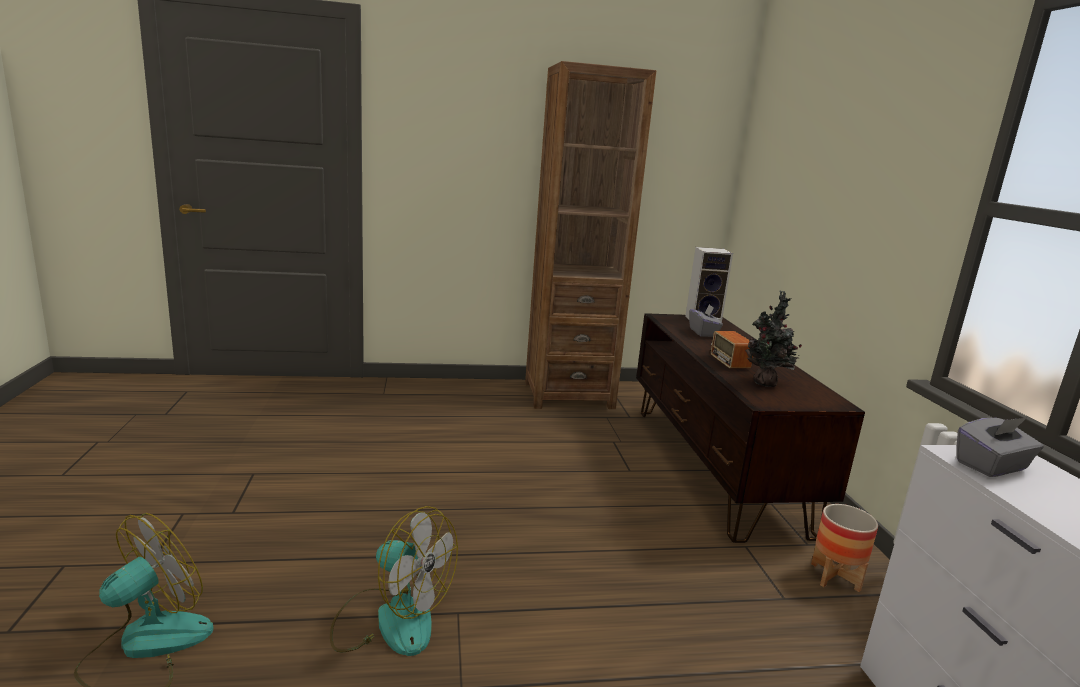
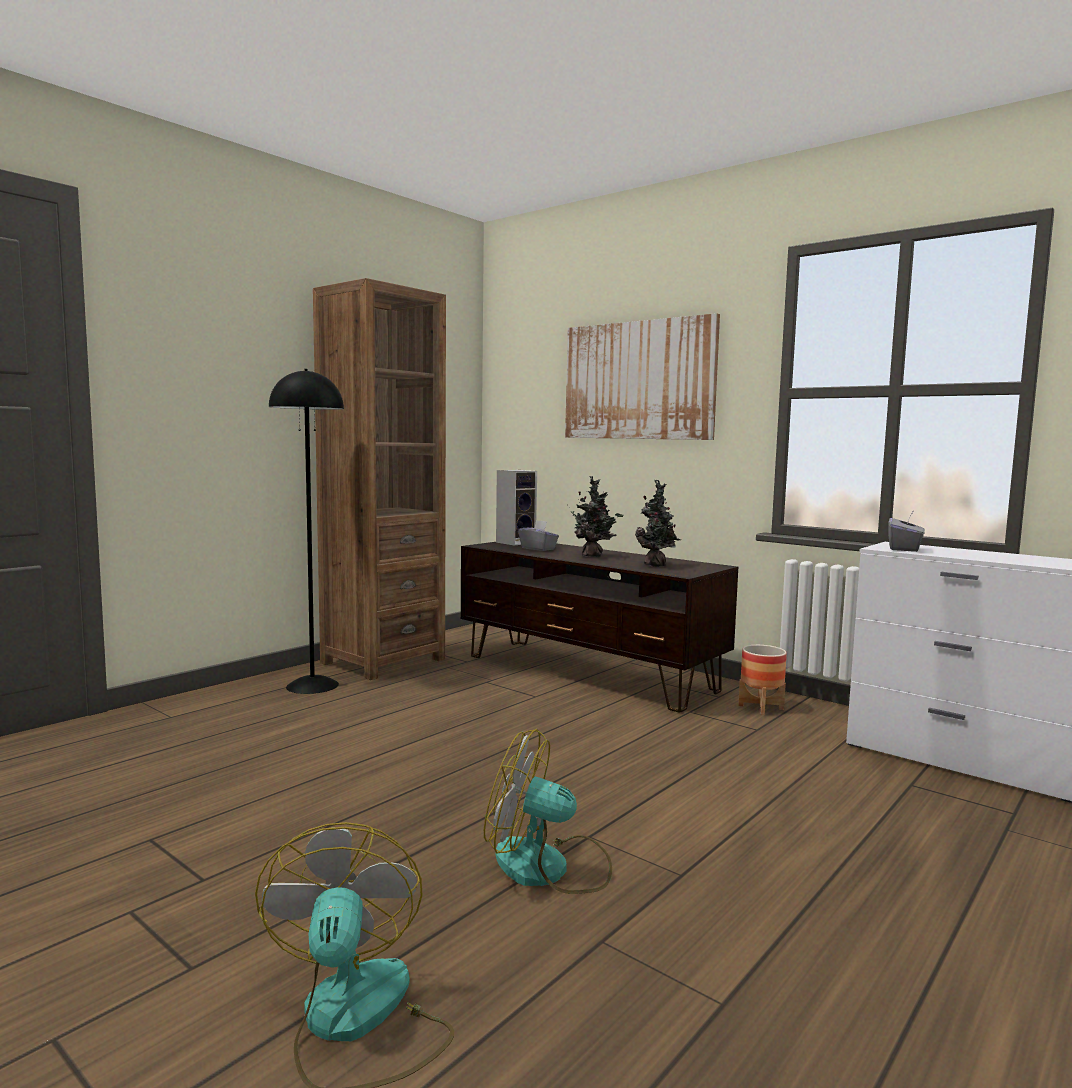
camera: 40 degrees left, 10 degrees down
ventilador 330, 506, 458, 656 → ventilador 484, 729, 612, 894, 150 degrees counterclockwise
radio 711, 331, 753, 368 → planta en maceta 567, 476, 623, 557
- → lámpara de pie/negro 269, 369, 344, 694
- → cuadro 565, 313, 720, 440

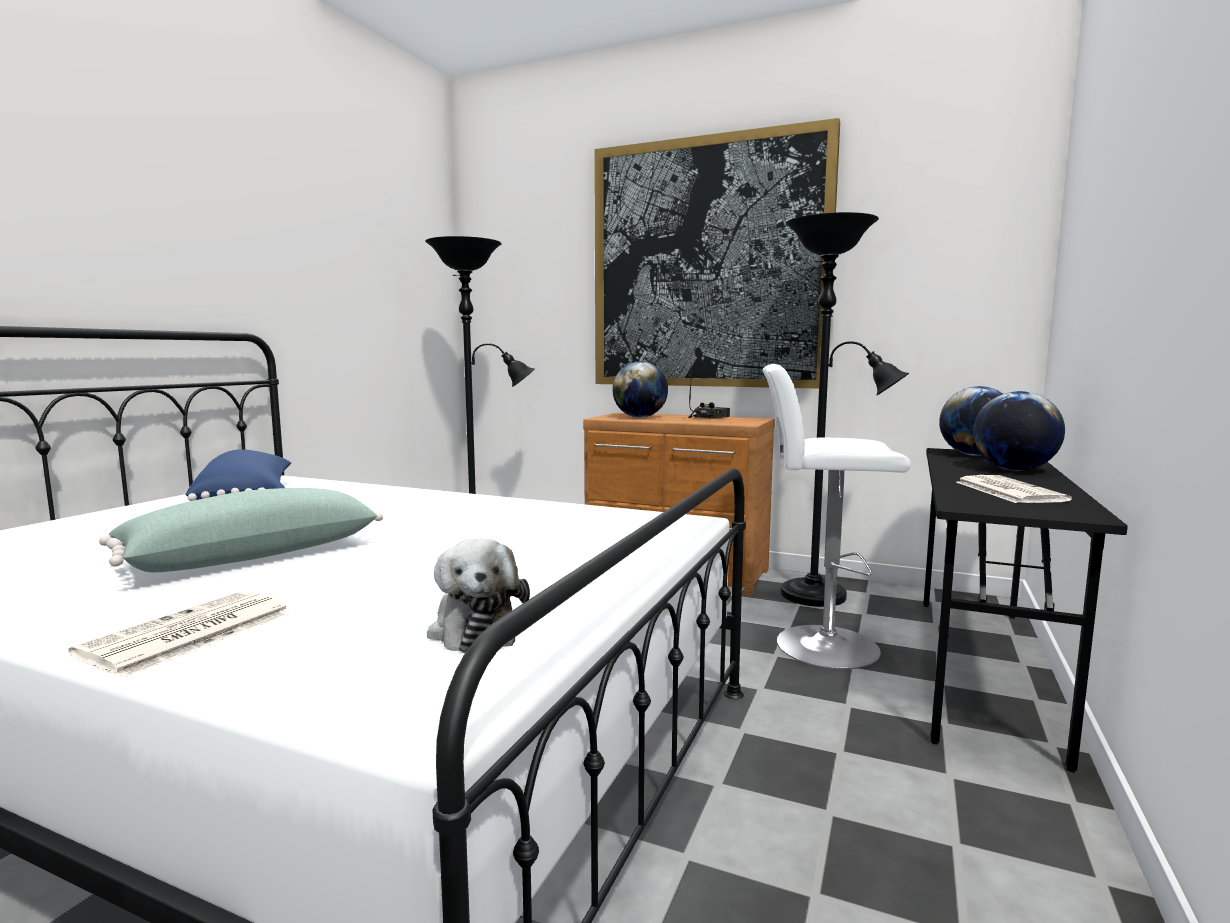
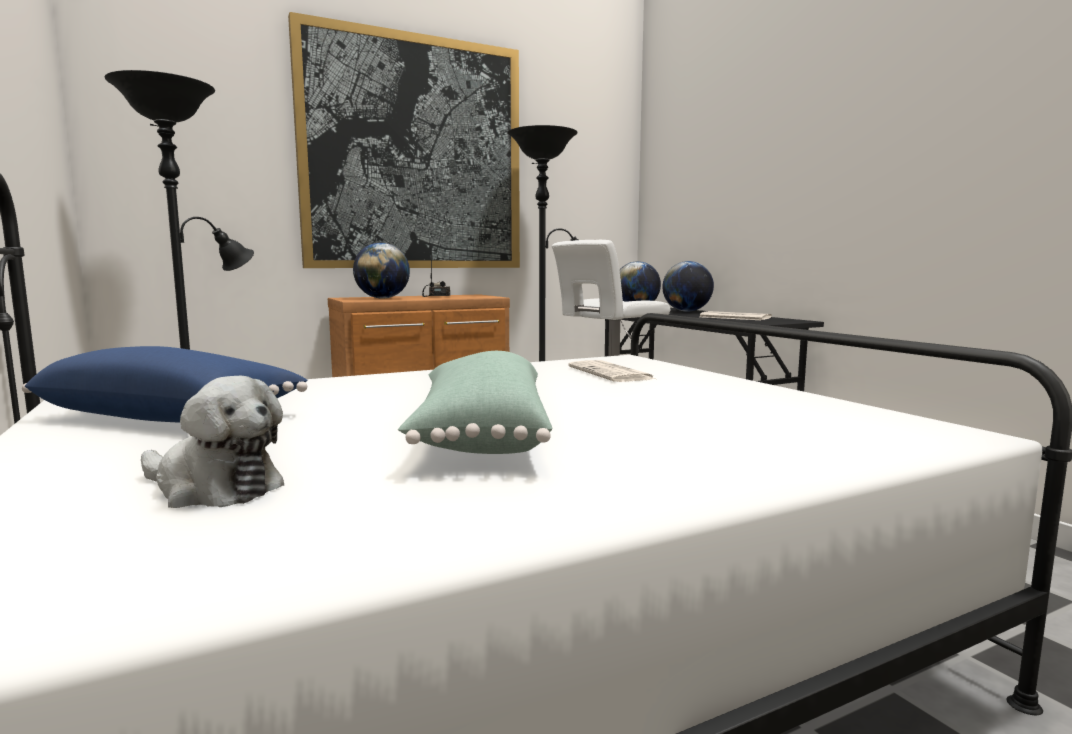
camera: 50 degrees left, 0 degrees up
periódico 68, 591, 291, 678 → periódico 568, 360, 655, 382, moved
peluche 427, 538, 530, 653 → peluche 141, 376, 284, 508, moved

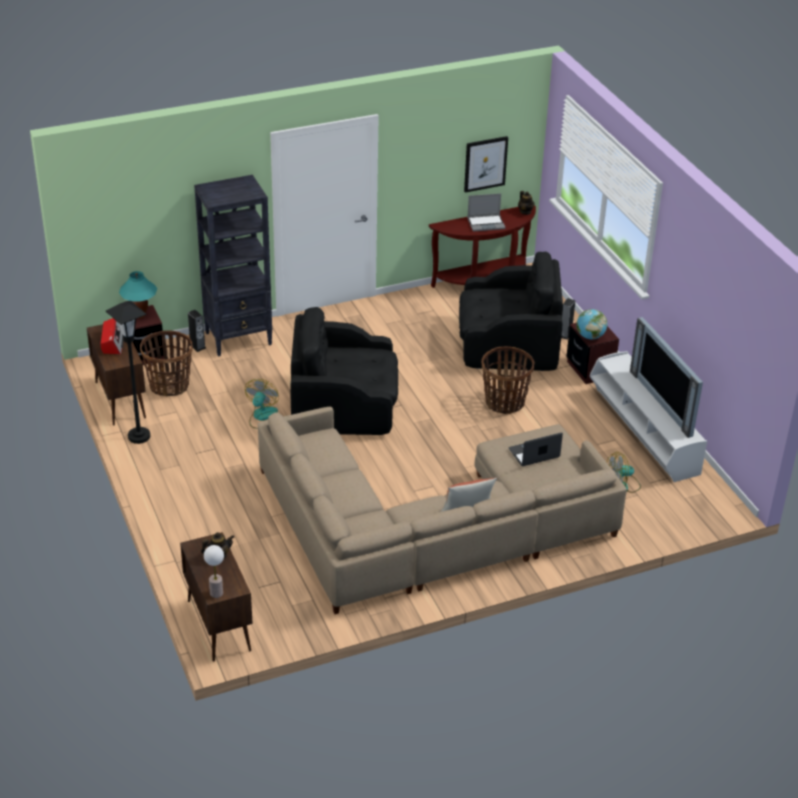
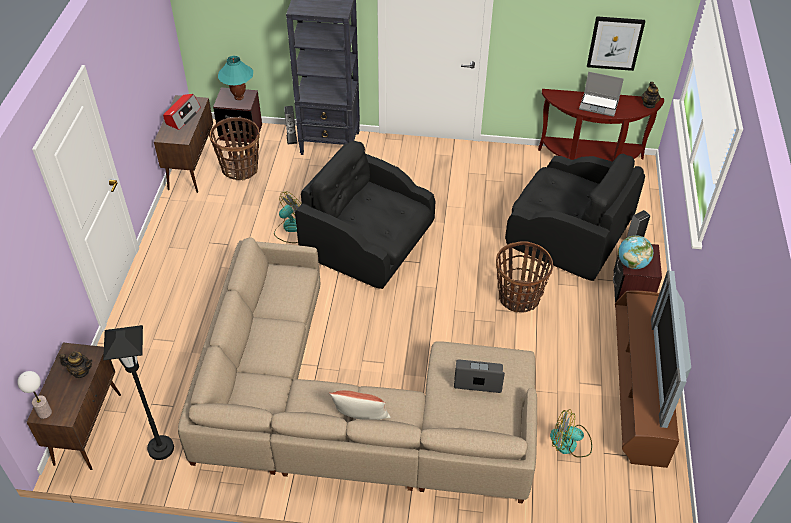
camera: 30 degrees right, 10 degrees up
lámpara de pie/negro 106, 301, 150, 444 → lámpara de pie/negro 103, 325, 174, 460, moved
mueble de televisión/blanco 590, 351, 707, 482 → mueble de televisión/marrón 615, 291, 679, 468

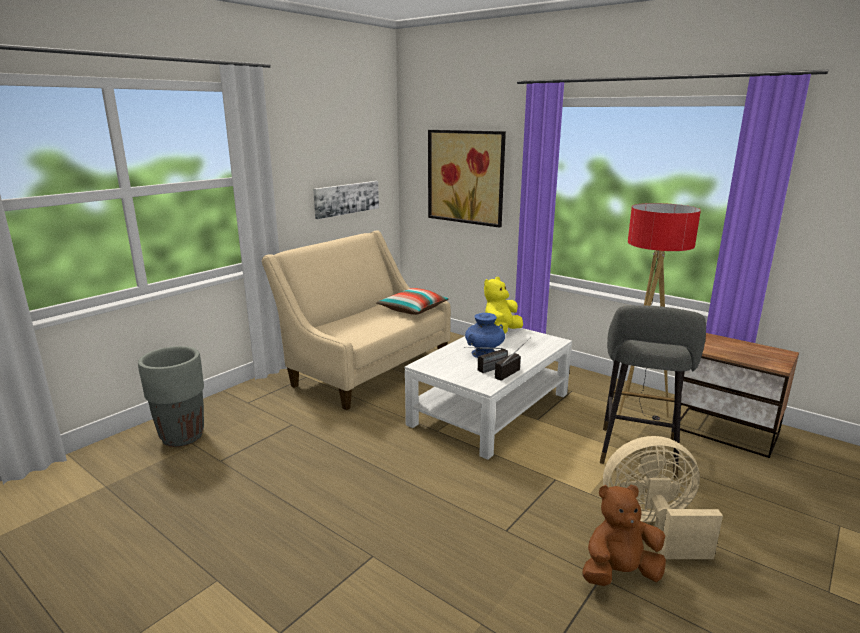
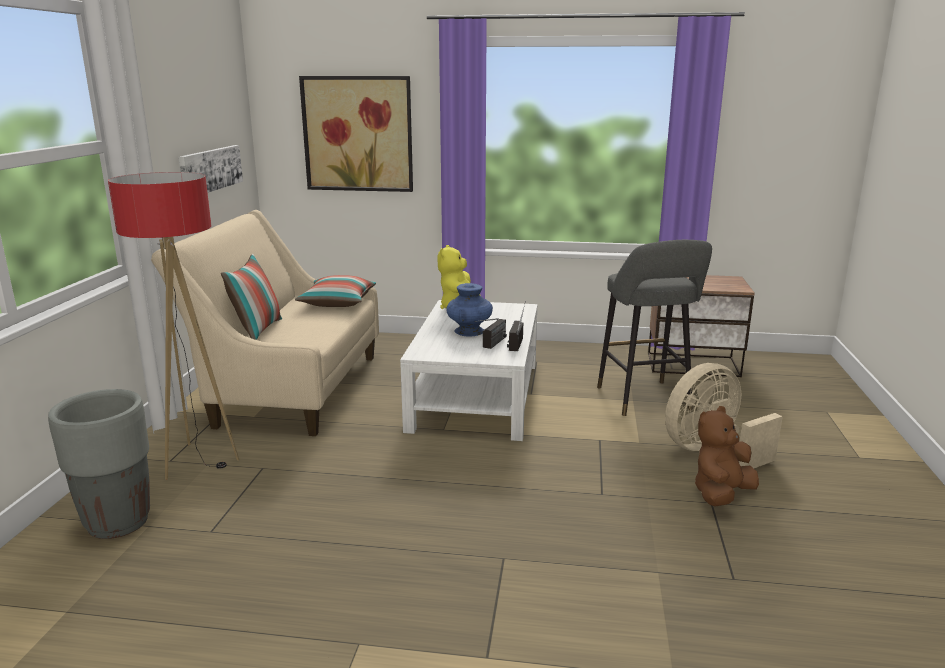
camera: 30 degrees left, 0 degrees up
lámpara de pie 618, 203, 701, 420 → lámpara de pie 108, 172, 239, 480, moved
- → cojín 221, 254, 282, 340

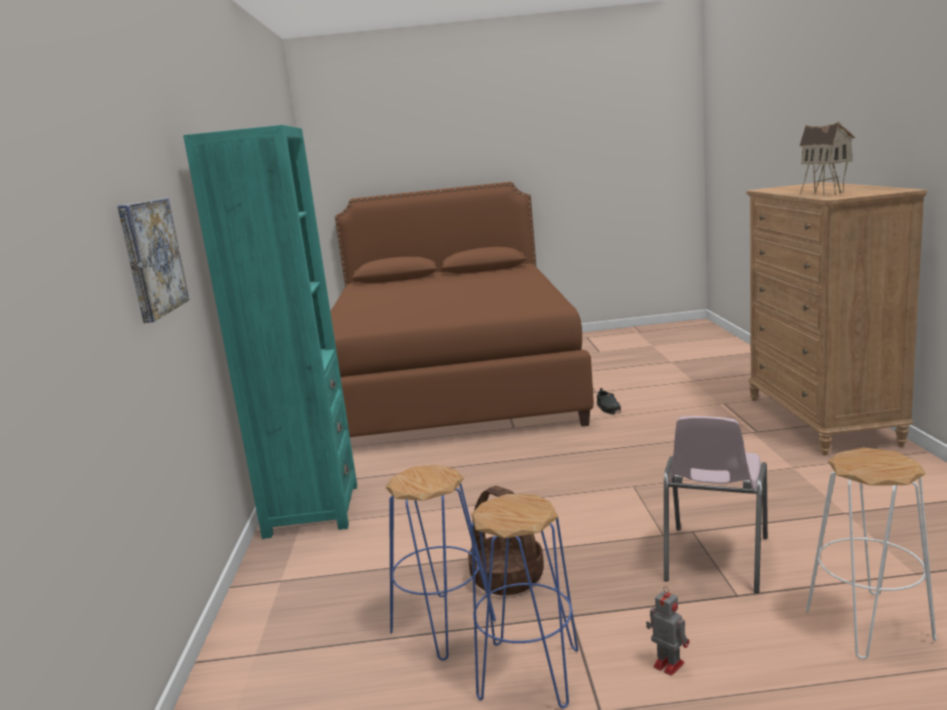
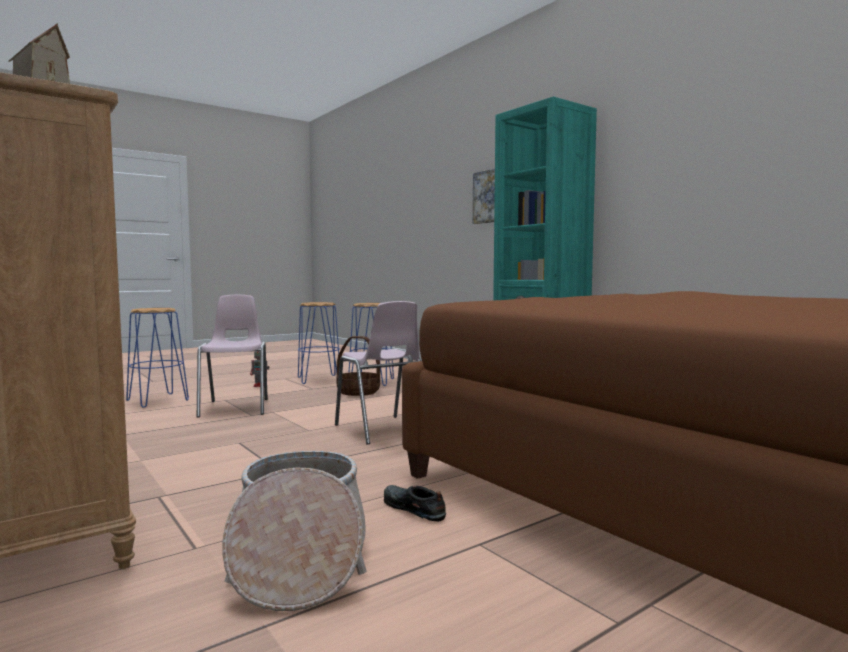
camera: 145 degrees right, 10 degrees down
taburete/blanco 806, 448, 936, 659 → taburete/azul 126, 308, 189, 408
- → cesta 222, 451, 367, 611
- → silla/rosa 335, 301, 421, 445

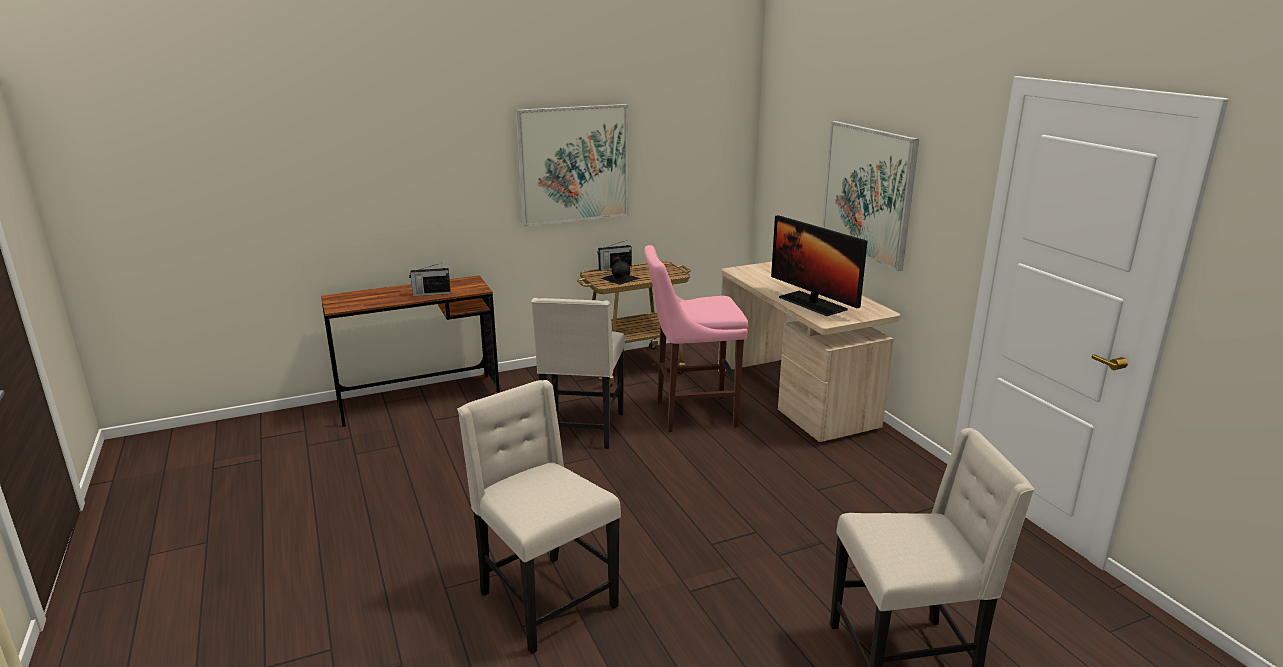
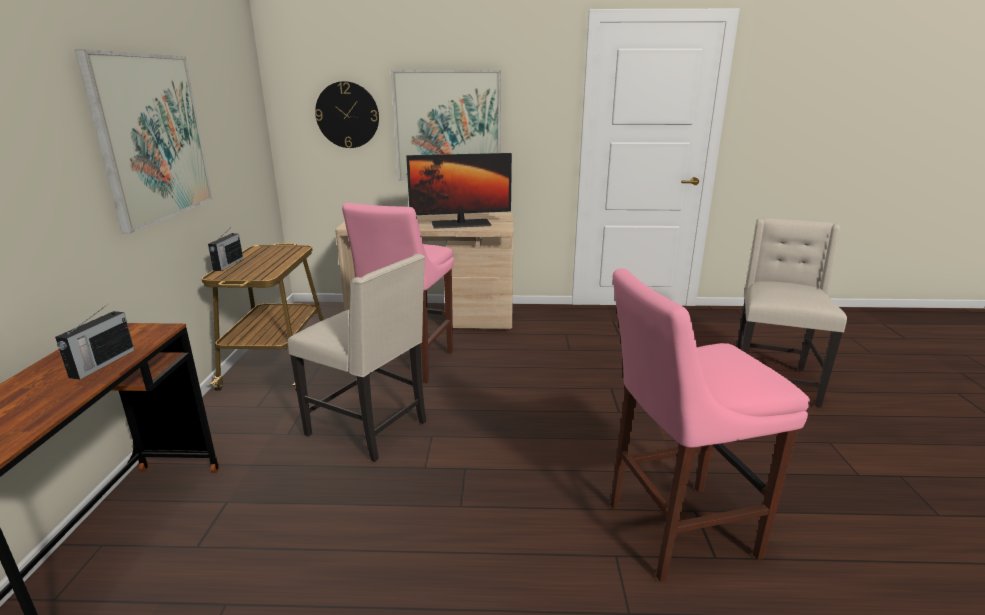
camera: 65 degrees left, 0 degrees up
silla/beis 457, 380, 621, 654 → taburete/rosa 610, 268, 810, 582
botella/negro 600, 256, 640, 285 → -
- → reloj de pared 315, 81, 379, 148

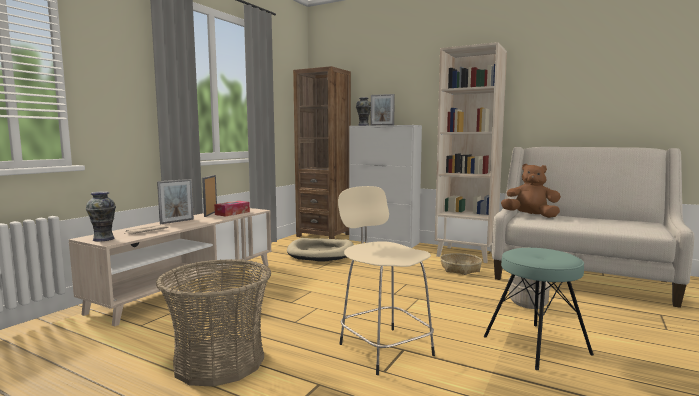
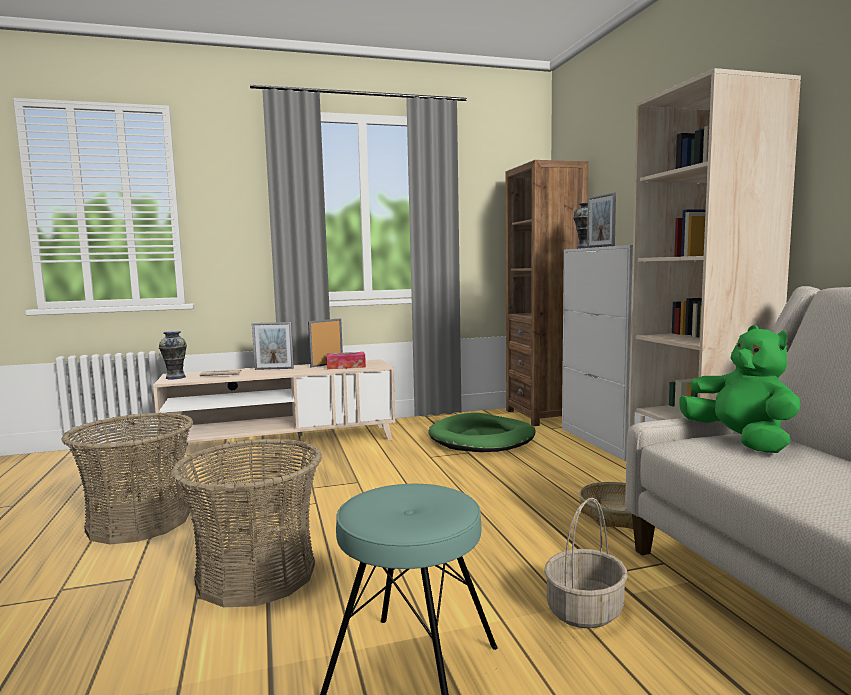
camera: 45 degrees right, 0 degrees up
cama para perro/beis 287, 238, 354, 262 → cama para perro/verde 428, 413, 535, 452
taburete/beis 338, 186, 435, 375 → cesta 170, 439, 322, 607
peluche/marrón 501, 164, 561, 218 → peluche/verde 679, 325, 801, 453

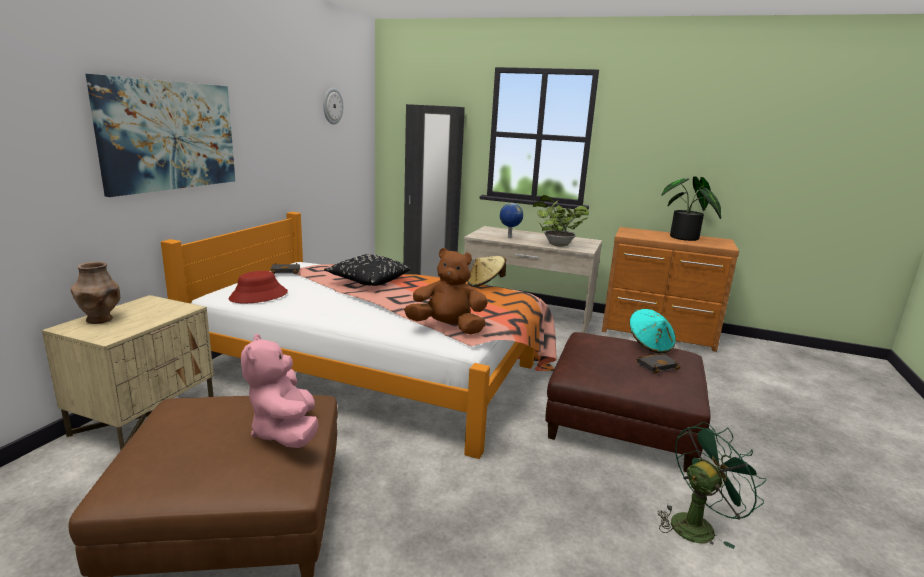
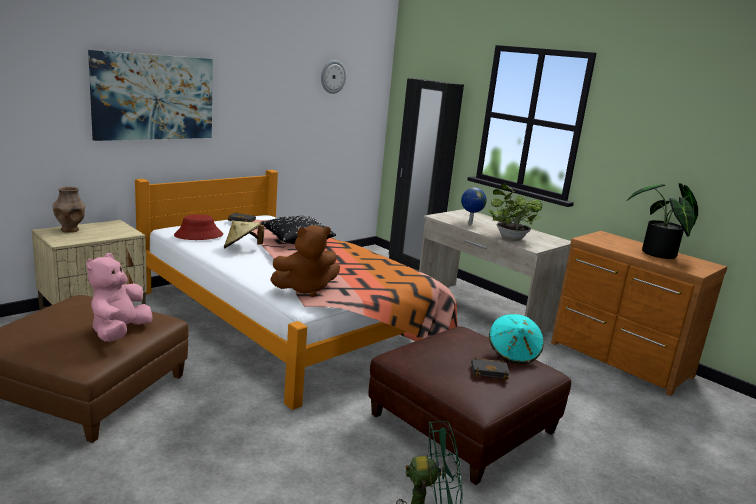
camera: 25 degrees right, 0 degrees up
peluche/marrón 404, 248, 488, 334 → peluche/marrón 270, 225, 340, 297, 120 degrees clockwise
sombrero/beis 467, 256, 506, 287 → sombrero/beis 224, 221, 264, 248, moved

